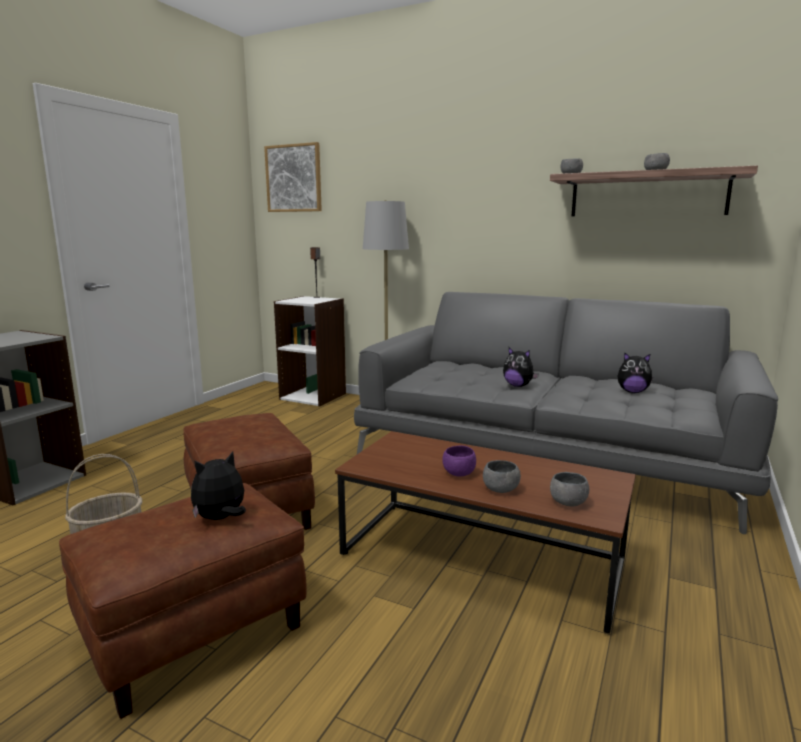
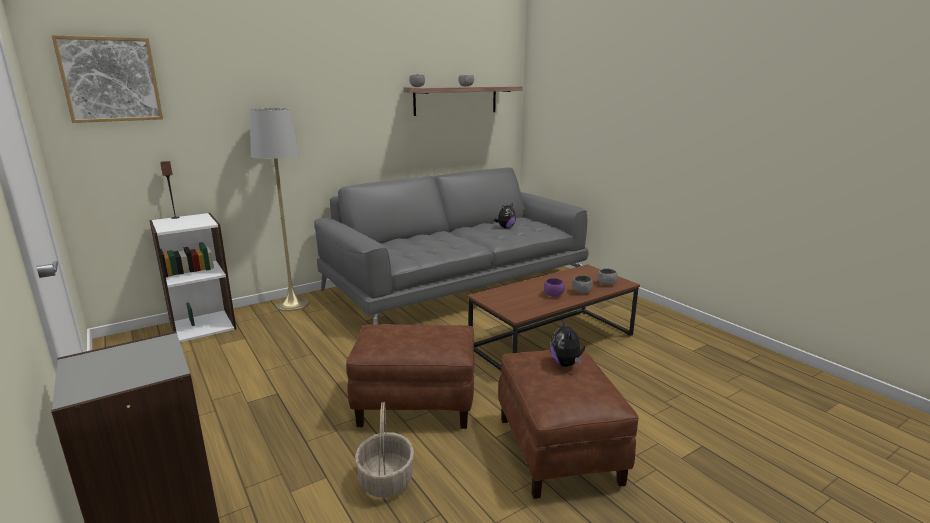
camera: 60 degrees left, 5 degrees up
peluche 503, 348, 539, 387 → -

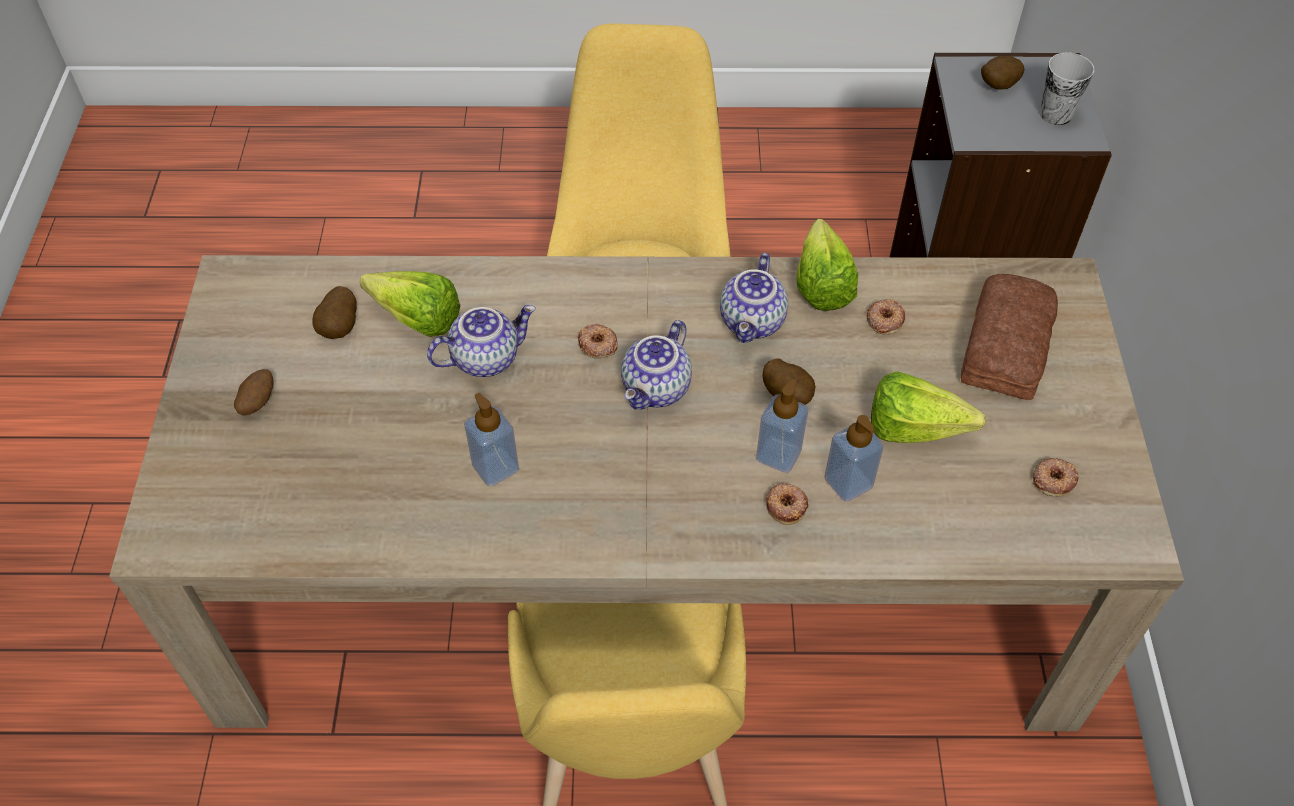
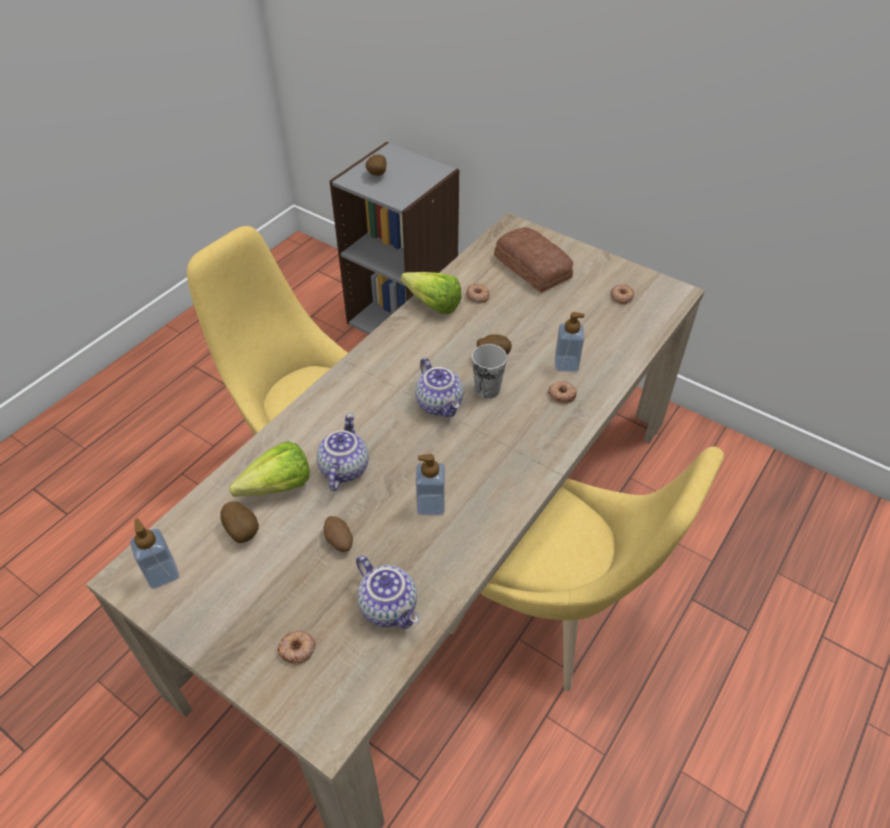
camera: 55 degrees left, 5 degrees down
patata 234, 369, 274, 416 → patata 324, 516, 353, 552, moved
rosquilla 578, 323, 618, 358 → rosquilla 278, 630, 316, 665, moved
tetera 720, 253, 788, 343 → tetera 356, 555, 419, 629, moved
dispensador de jabón 756, 379, 808, 473 → dispensador de jabón 130, 518, 179, 589, moved
lechuga 871, 371, 985, 443 → -
taza 1040, 52, 1095, 125 → taza 472, 344, 507, 399, moved

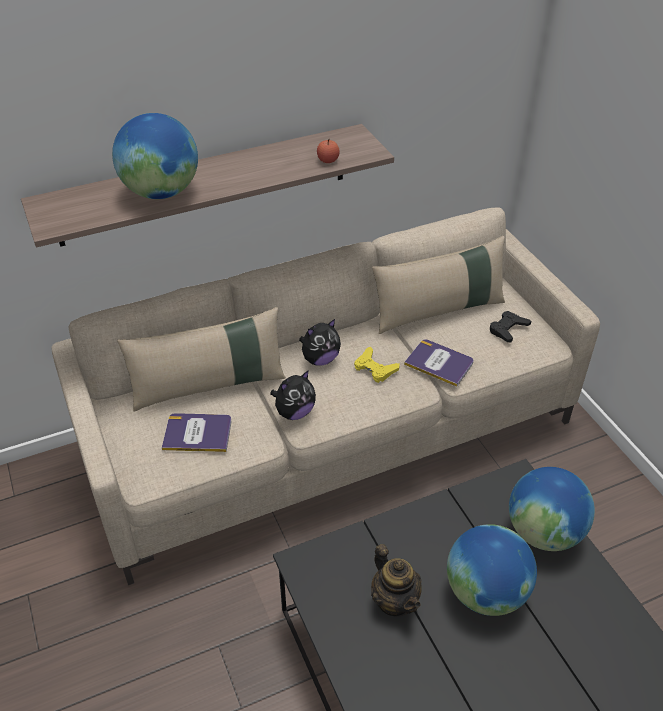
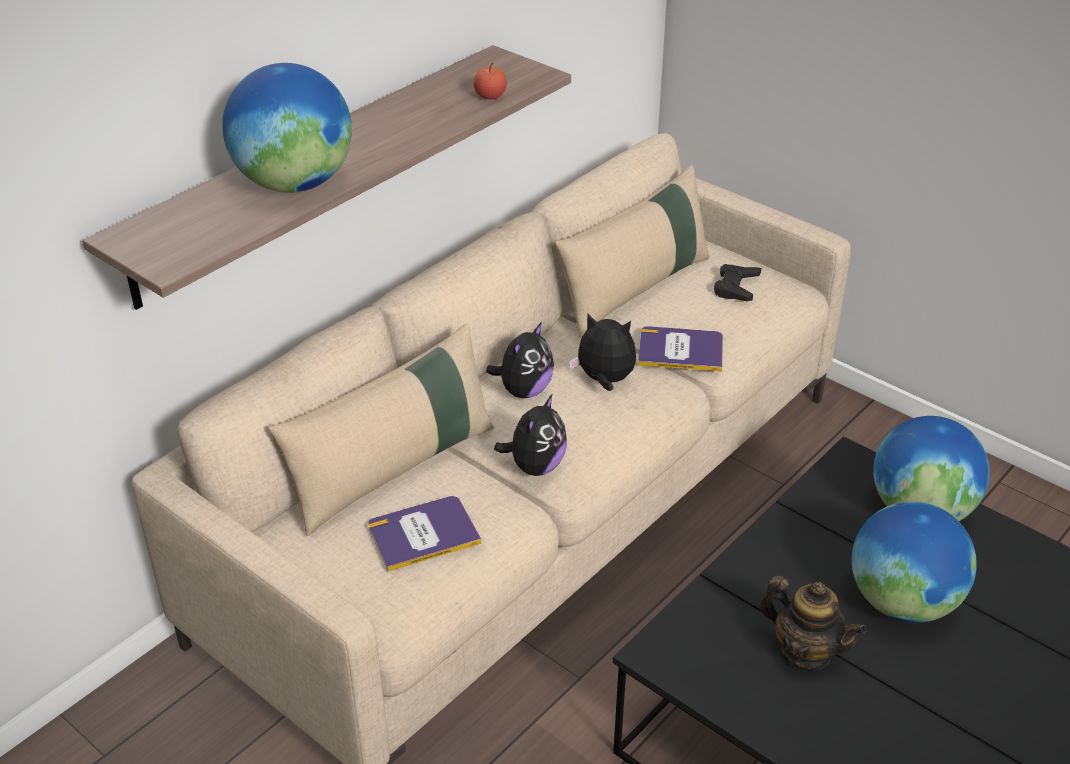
camera: 25 degrees left, 5 degrees down
mando de consola/amarillo 354, 347, 400, 383 → peluche 569, 314, 636, 391

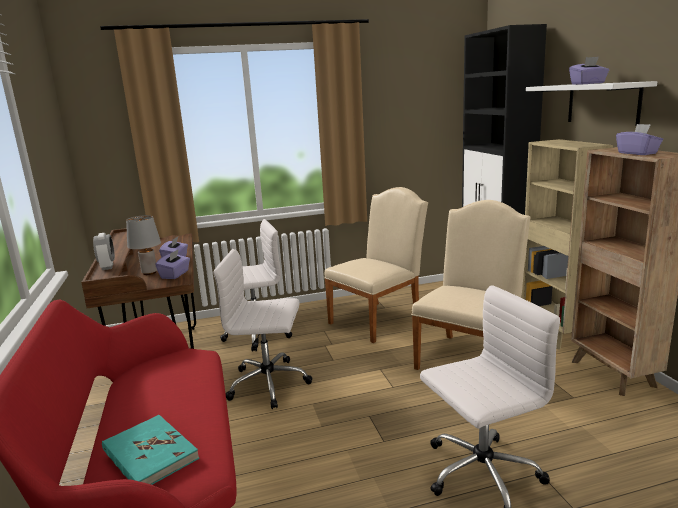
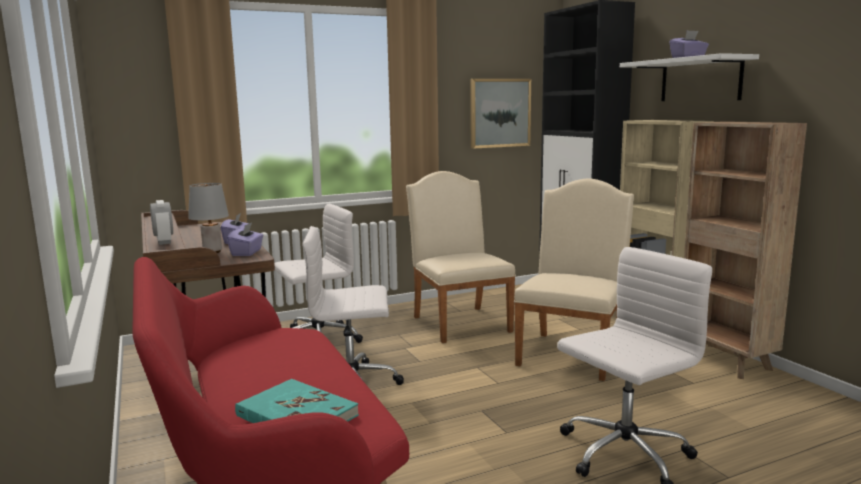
camera: 10 degrees left, 5 degrees down
silla/beis 324, 187, 428, 343 → silla/beis 406, 171, 516, 343, 60 degrees counterclockwise
caja de pañuelos/morado 616, 124, 663, 155 → -
- → cuadro 470, 79, 531, 149

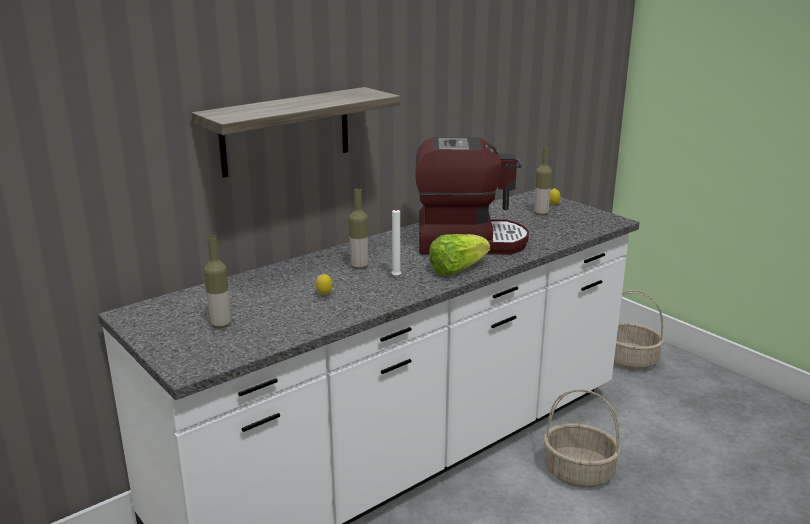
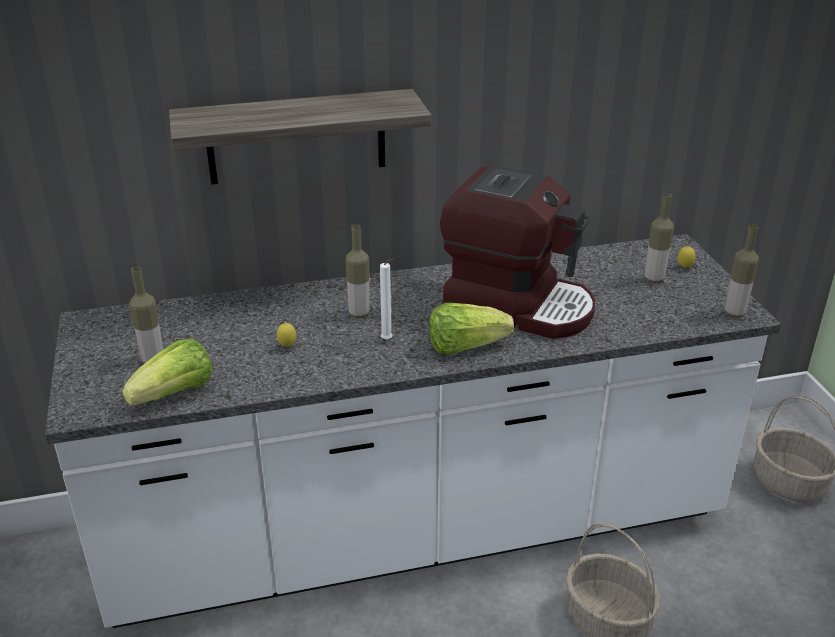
camera: 25 degrees right, 10 degrees up
- → lechuga 122, 339, 212, 405
- → botella 725, 224, 759, 318

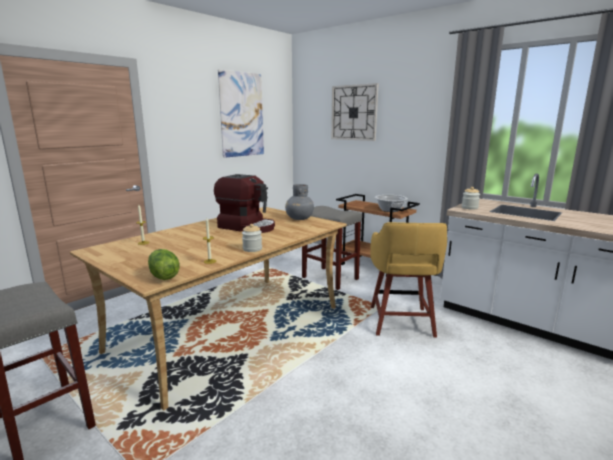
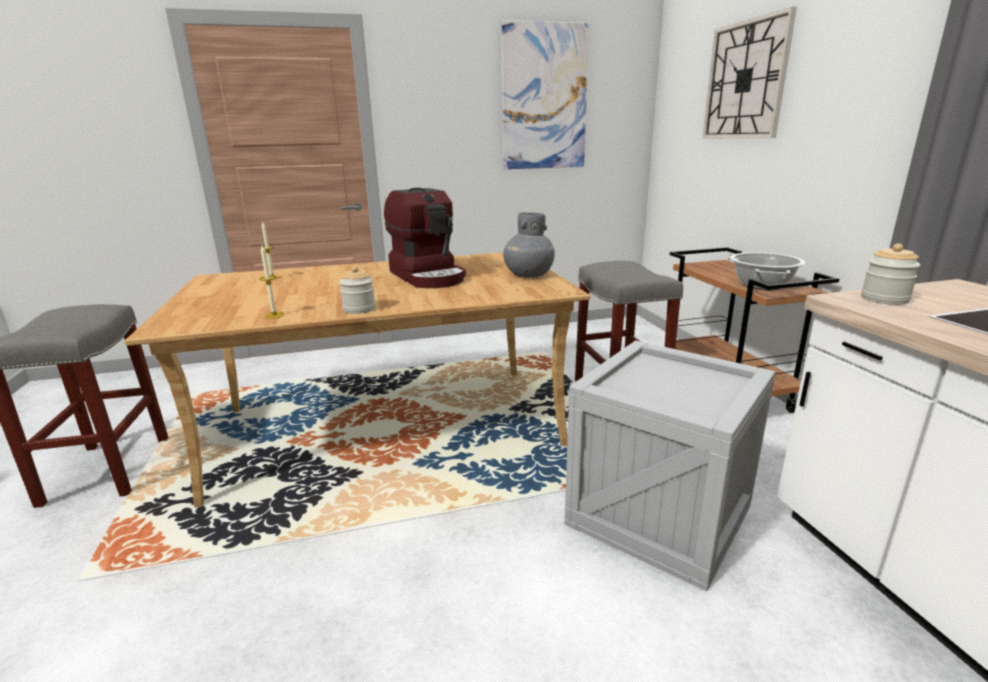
camera: 35 degrees right, 5 degrees up
lechuga 148, 249, 179, 280 → -
taburete/amarillo 370, 222, 447, 338 → caja de embalaje 565, 340, 775, 591

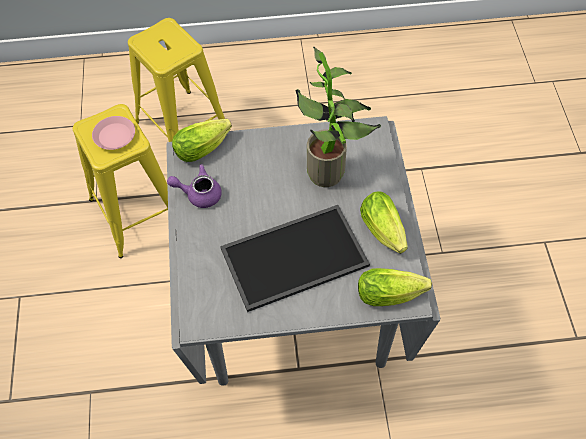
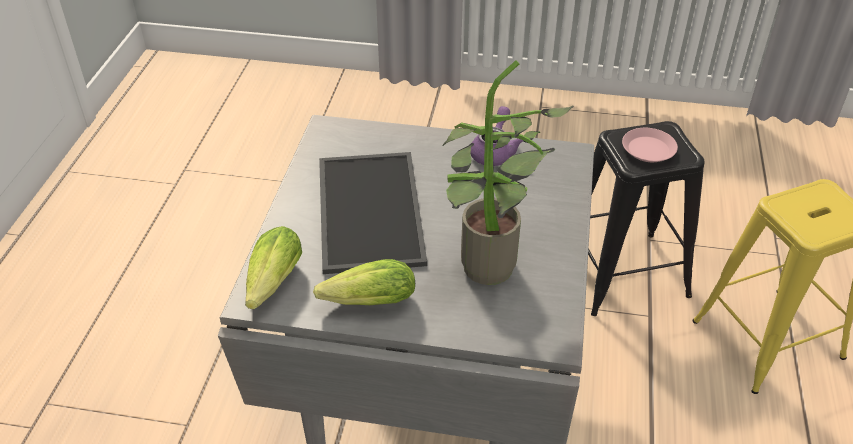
camera: 105 degrees right, 15 degrees down
taburete/amarillo 73, 104, 168, 258 → taburete/negro 588, 121, 705, 316
lechuga 172, 119, 232, 162 → -

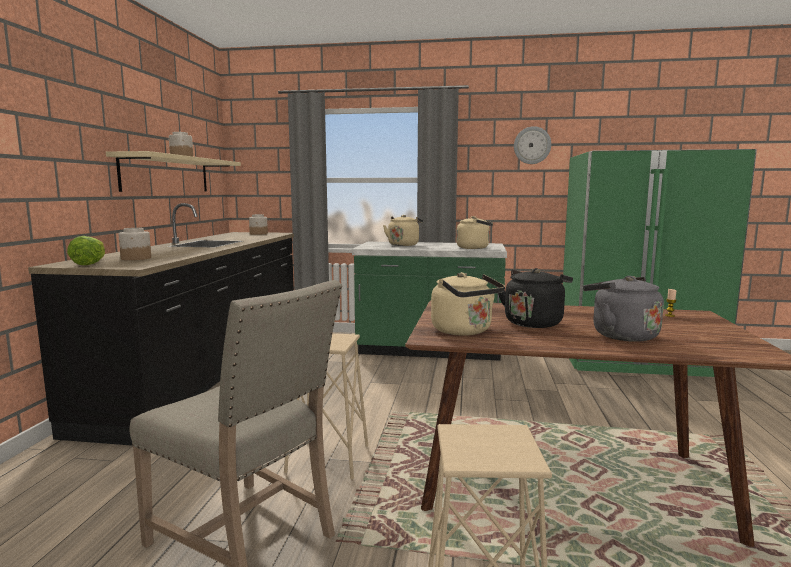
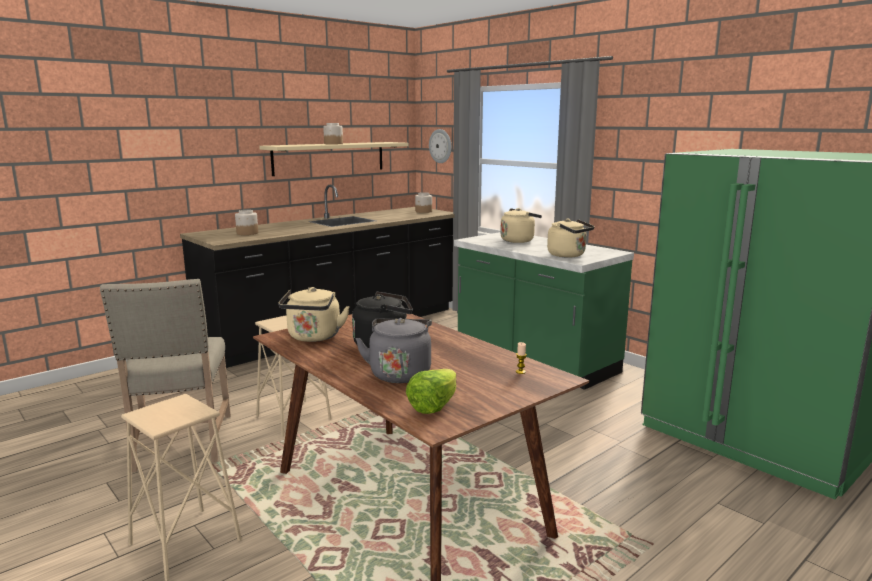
camera: 40 degrees right, 5 degrees up
lechuga 67, 236, 105, 265 → lechuga 406, 369, 456, 414, moved
reloj de pared 514, 126, 551, 164 → reloj de pared 429, 129, 452, 163, moved

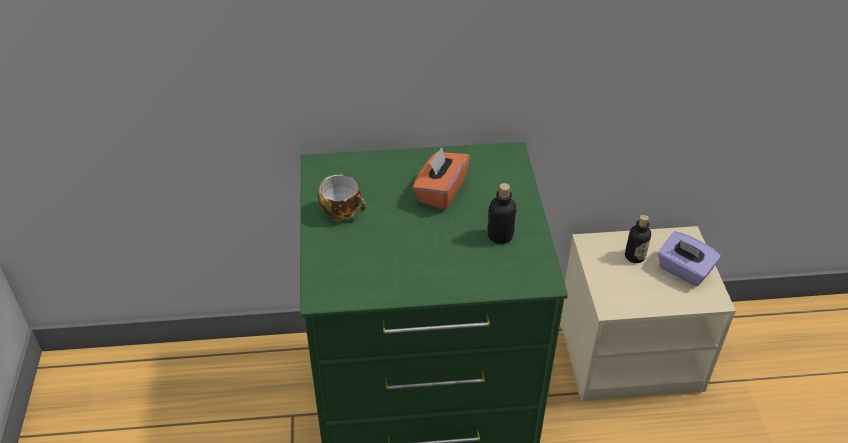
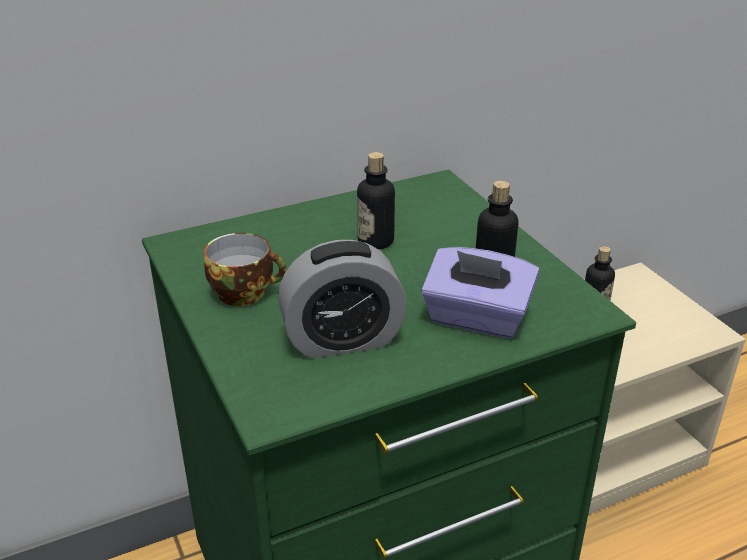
camera: 20 degrees left, 10 degrees down
caja de pañuelos/naranja 413, 147, 470, 210 → botella 357, 152, 395, 249
caja de pañuelos/morado 658, 231, 721, 286 → caja de pañuelos/morado 421, 247, 539, 338, moved
- → despertador 278, 240, 407, 358

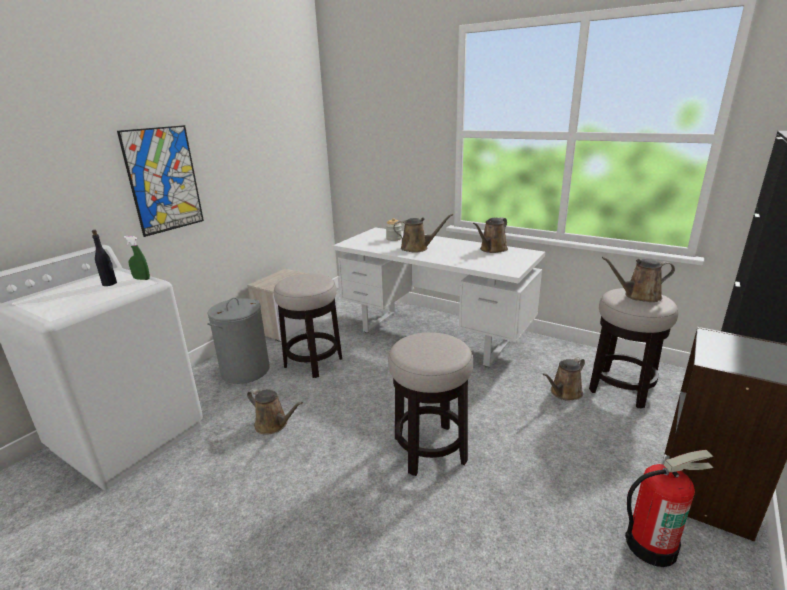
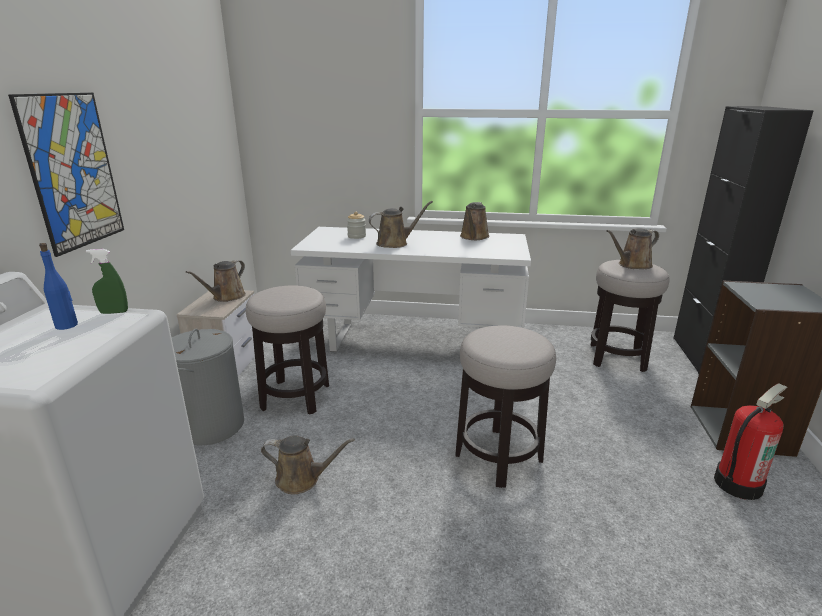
camera: 25 degrees left, 0 degrees up
botella/negro 92, 230, 117, 286 → botella/azul 39, 243, 78, 330
regadera/marrón 542, 357, 585, 401 → regadera/marrón 186, 260, 246, 302, moved

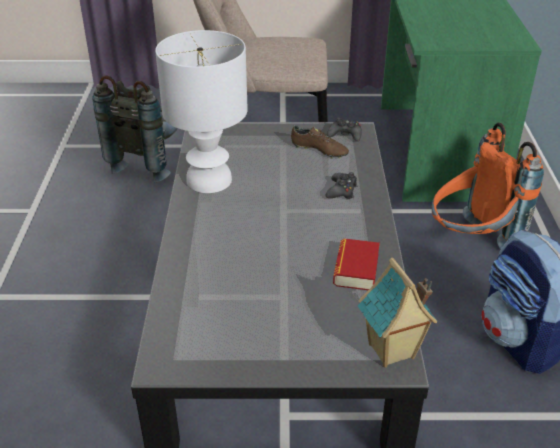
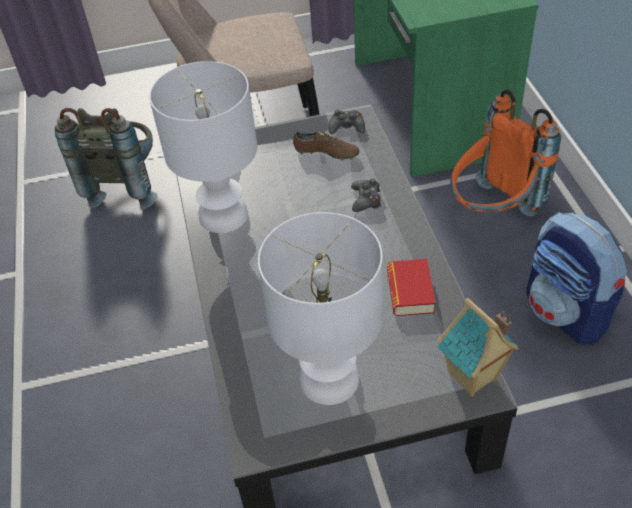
camera: 10 degrees left, 10 degrees up
- → lámpara de mesa/blanco 258, 212, 383, 405

